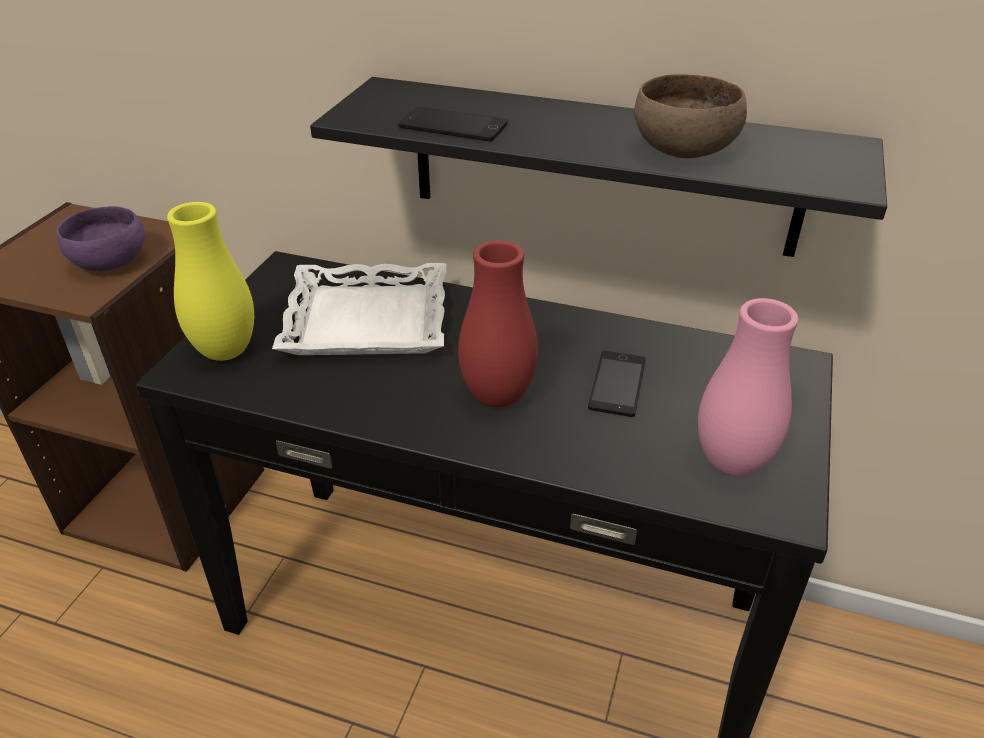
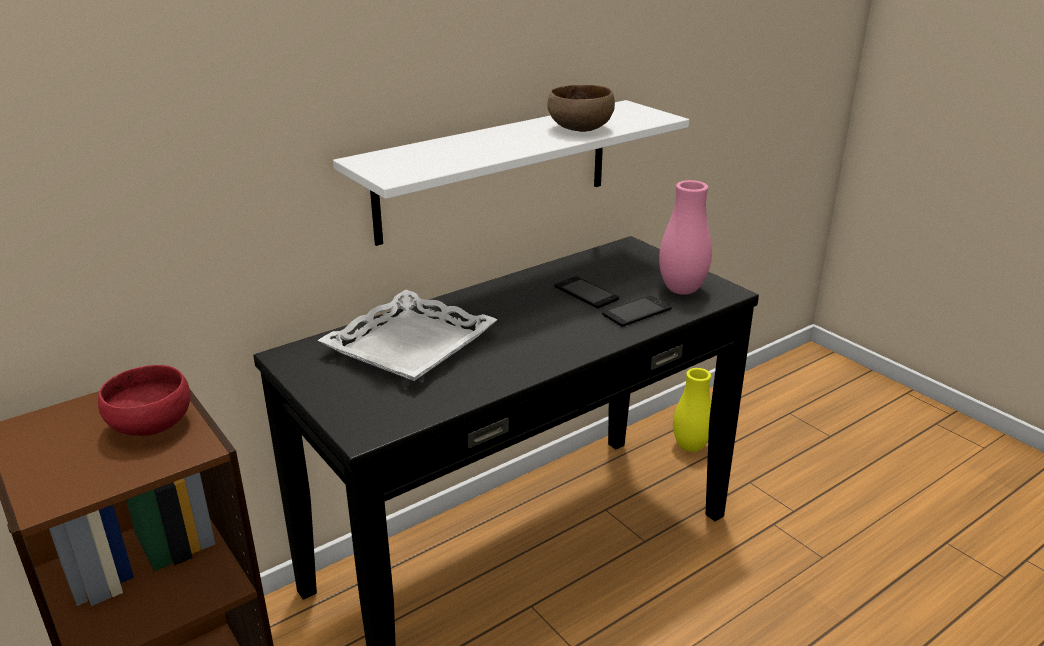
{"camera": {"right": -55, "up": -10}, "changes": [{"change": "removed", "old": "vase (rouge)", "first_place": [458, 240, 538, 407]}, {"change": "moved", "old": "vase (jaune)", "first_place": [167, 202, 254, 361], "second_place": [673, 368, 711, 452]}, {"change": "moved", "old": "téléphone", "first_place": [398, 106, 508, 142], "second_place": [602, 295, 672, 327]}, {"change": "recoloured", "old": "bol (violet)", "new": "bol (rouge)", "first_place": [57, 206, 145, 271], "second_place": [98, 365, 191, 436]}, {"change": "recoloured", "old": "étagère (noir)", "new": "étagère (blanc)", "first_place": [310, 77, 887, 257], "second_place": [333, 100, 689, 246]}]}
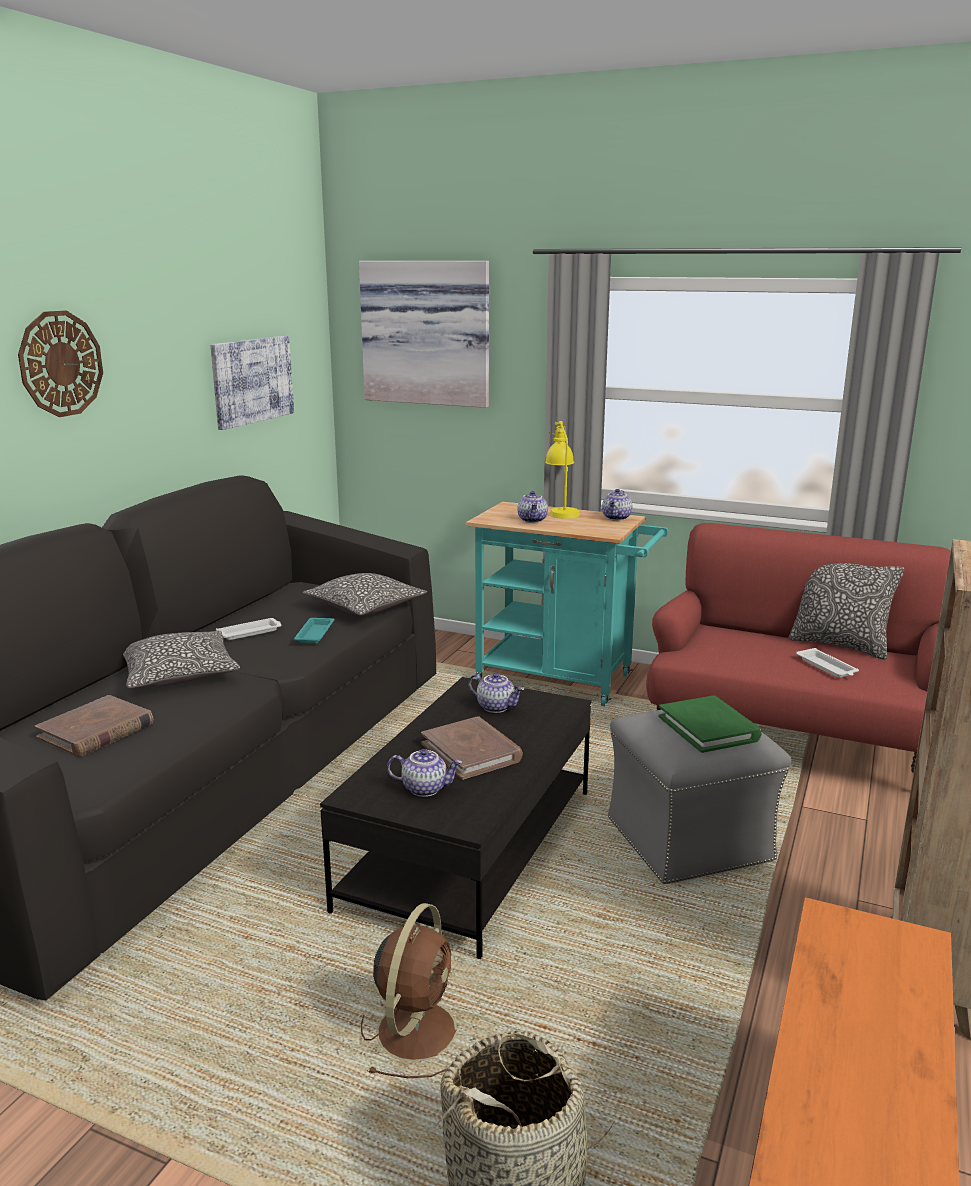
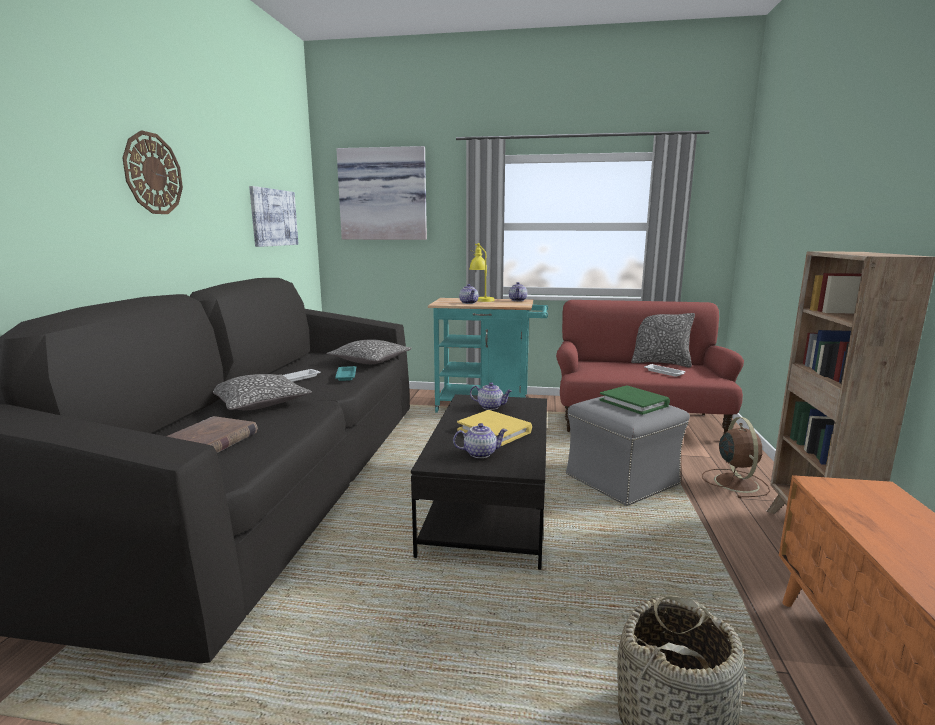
{"camera": {"right": -15, "up": -5}, "changes": [{"change": "moved", "old": "ventilateur (marron)", "first_place": [361, 903, 457, 1078], "second_place": [702, 417, 770, 498]}, {"change": "recoloured", "old": "livre (marron)", "new": "livre (jaune)", "first_place": [421, 716, 523, 780], "second_place": [457, 410, 532, 446]}]}
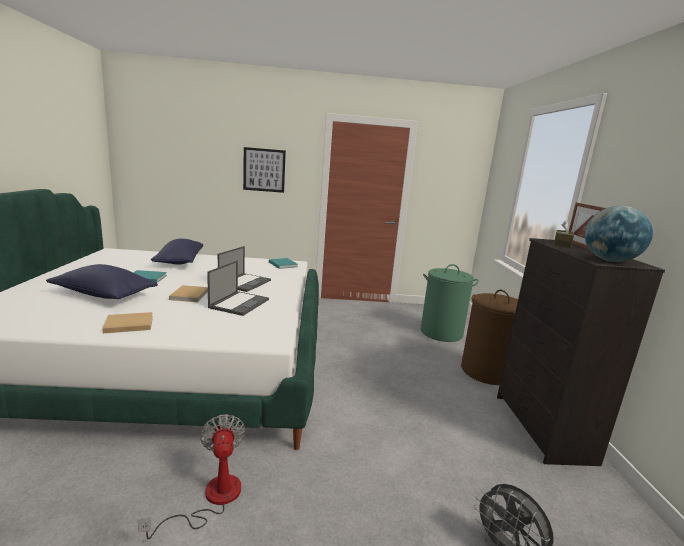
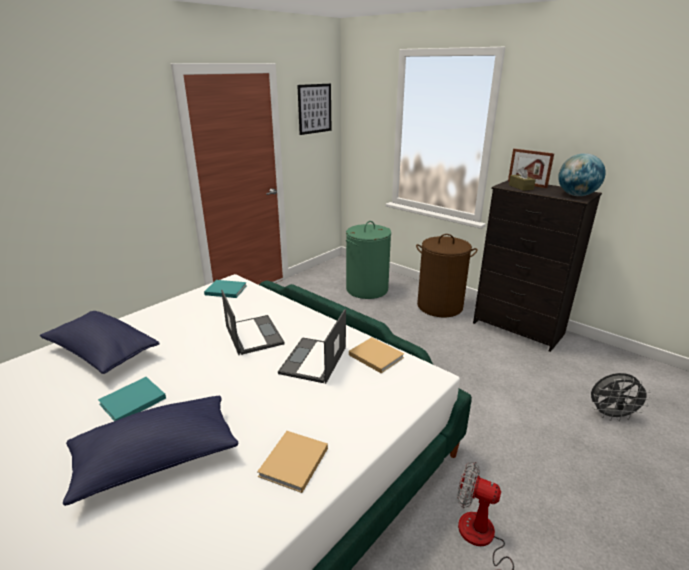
{"camera": {"right": -45, "up": 10}, "changes": [{"change": "moved", "old": "livre (beige)", "first_place": [169, 285, 208, 302], "second_place": [349, 337, 404, 373]}, {"change": "moved", "old": "tableau", "first_place": [243, 147, 286, 193], "second_place": [297, 84, 331, 135]}, {"change": "turned", "old": "ordinateur portable", "first_place": [207, 260, 269, 316], "second_place": [278, 309, 346, 384], "degrees": -135}]}
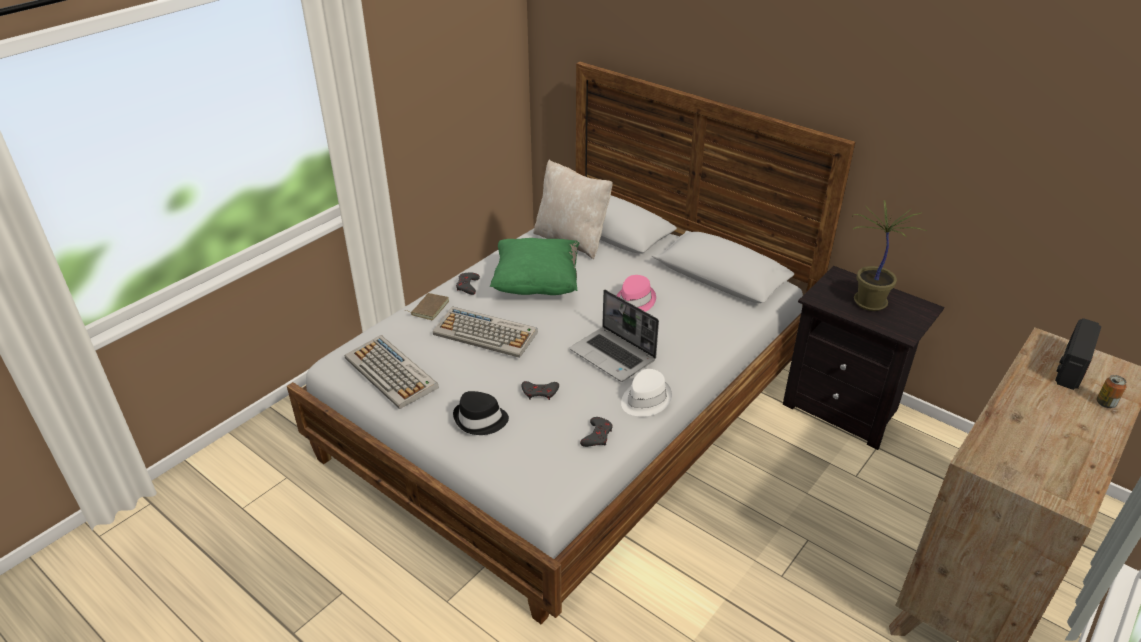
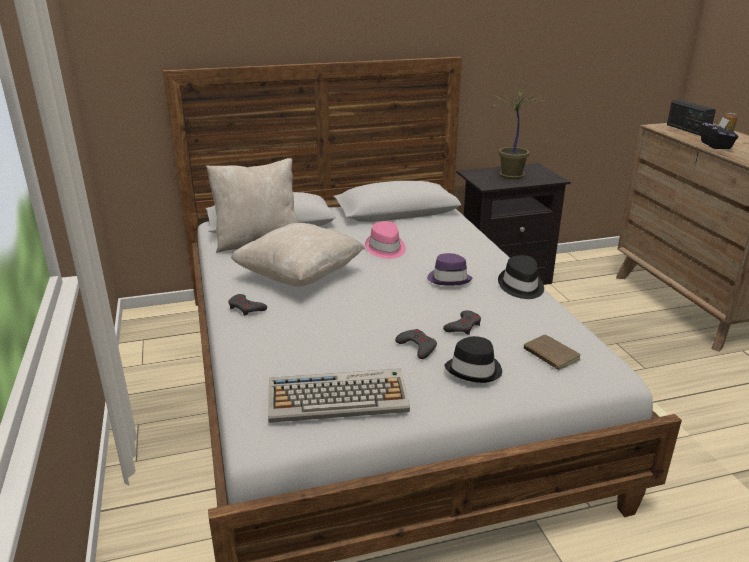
{"camera": {"right": -55, "up": -10}, "changes": [{"change": "removed", "old": "clavier", "first_place": [433, 306, 538, 358]}, {"change": "added", "new": "boîte à mouchoirs (noir)", "second_place": [701, 117, 738, 149]}, {"change": "moved", "old": "livre (marron)", "first_place": [404, 293, 449, 320], "second_place": [524, 334, 581, 370]}, {"change": "moved", "old": "manette (gris)", "first_place": [580, 417, 612, 447], "second_place": [395, 329, 437, 359]}, {"change": "replaced", "old": "ordinateur portable", "new": "chapeau (violet)", "first_place": [570, 289, 659, 382], "second_place": [427, 253, 472, 286]}, {"change": "recoloured", "old": "coussin (vert)", "new": "coussin (beige)", "first_place": [490, 238, 579, 295], "second_place": [231, 223, 365, 287]}, {"change": "recoloured", "old": "chapeau (blanc)", "new": "chapeau (noir)", "first_place": [621, 369, 672, 416], "second_place": [498, 255, 544, 299]}]}
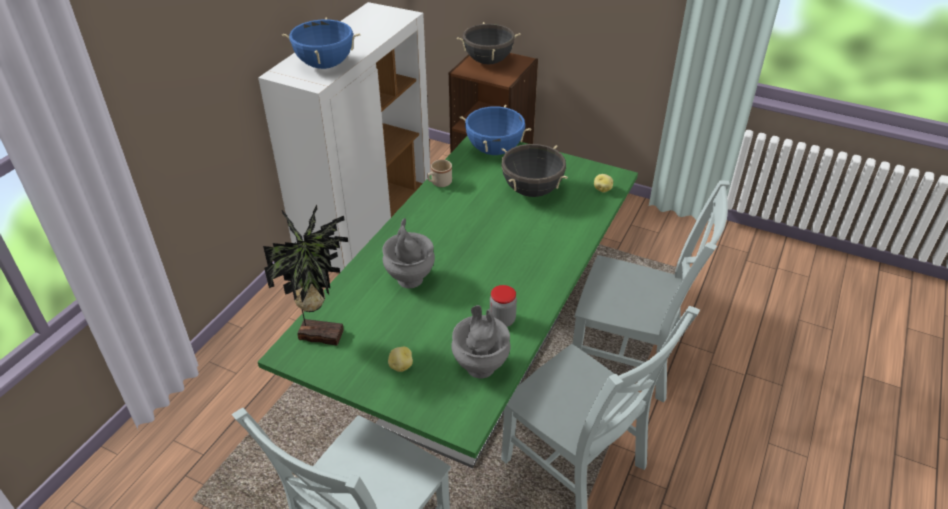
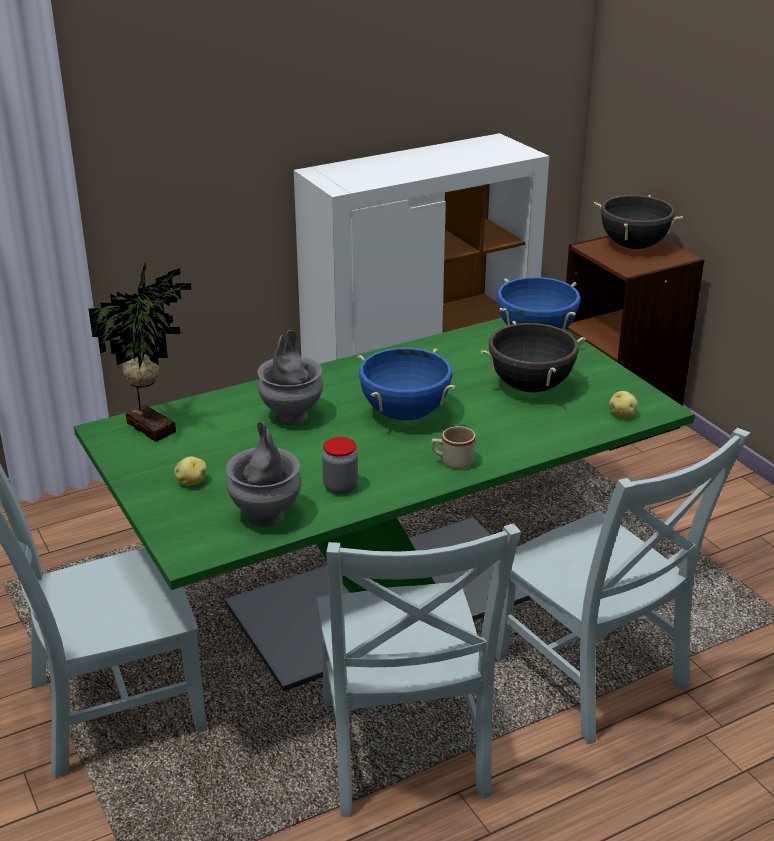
{"camera": {"right": 35, "up": -10}, "changes": [{"change": "moved", "old": "marmite (bleu)", "first_place": [282, 17, 360, 69], "second_place": [357, 348, 456, 420]}, {"change": "moved", "old": "mug (beige)", "first_place": [427, 160, 452, 187], "second_place": [431, 426, 476, 469]}]}
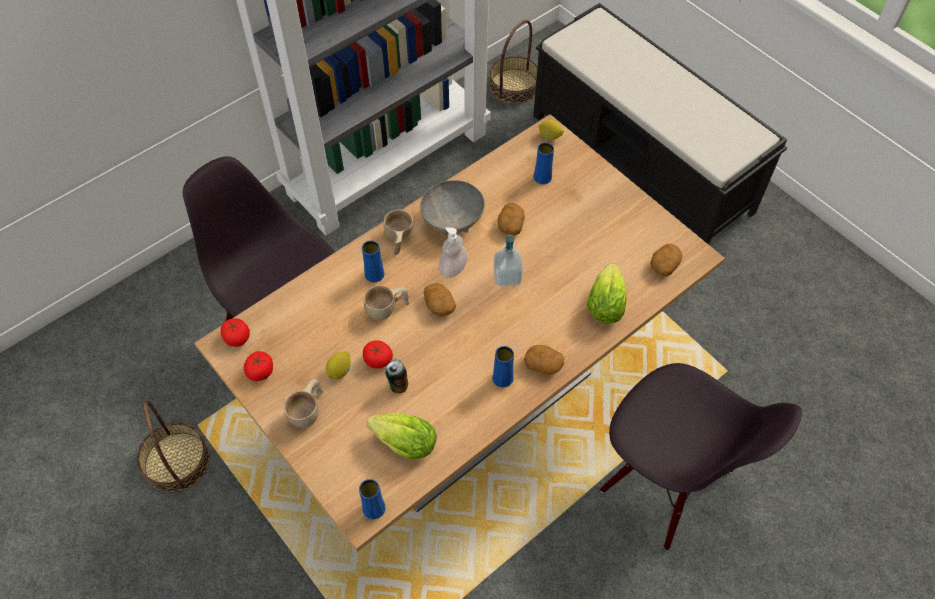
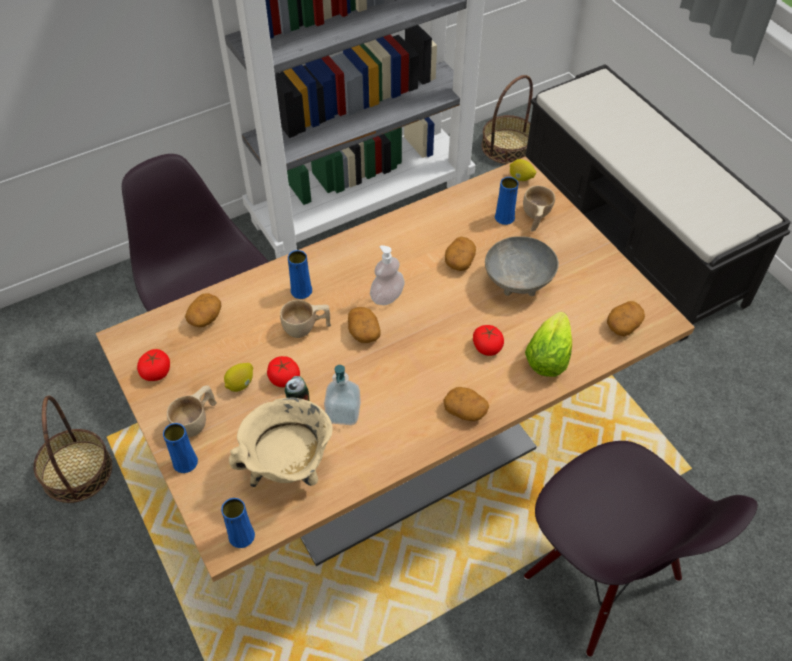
{"camera": {"right": 10, "up": -5}, "changes": [{"change": "added", "new": "pomme de terre", "second_place": [185, 293, 221, 327]}, {"change": "moved", "old": "tomate", "first_place": [221, 318, 250, 347], "second_place": [473, 325, 504, 356]}, {"change": "moved", "old": "tasse (beige)", "first_place": [384, 210, 413, 255], "second_place": [523, 186, 555, 232]}, {"change": "moved", "old": "bol (gris)", "first_place": [420, 180, 485, 235], "second_place": [485, 236, 559, 296]}, {"change": "moved", "old": "vase (bleu)", "first_place": [492, 346, 514, 387], "second_place": [163, 423, 198, 473]}, {"change": "moved", "old": "distributeur de savon", "first_place": [494, 236, 523, 286], "second_place": [324, 365, 361, 425]}, {"change": "replaced", "old": "laitue", "new": "marmite (beige)", "first_place": [366, 413, 437, 460], "second_place": [229, 397, 333, 487]}]}
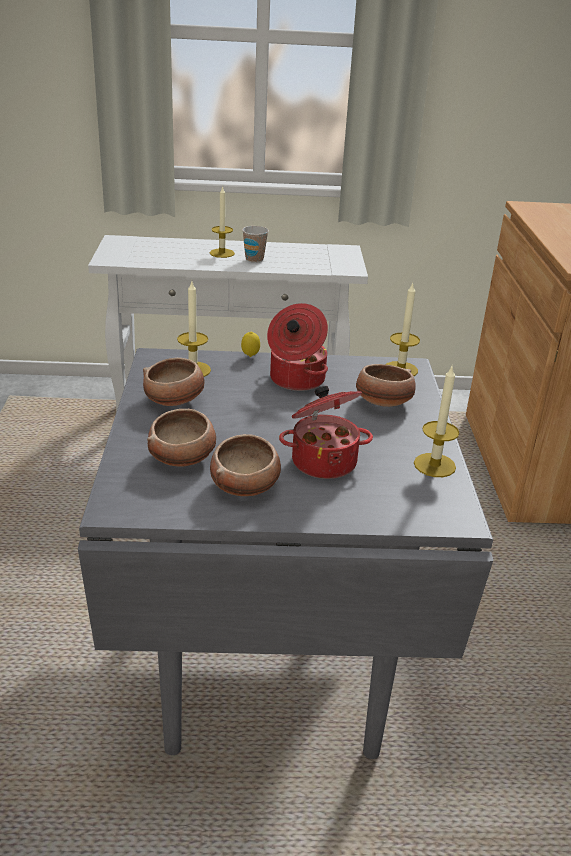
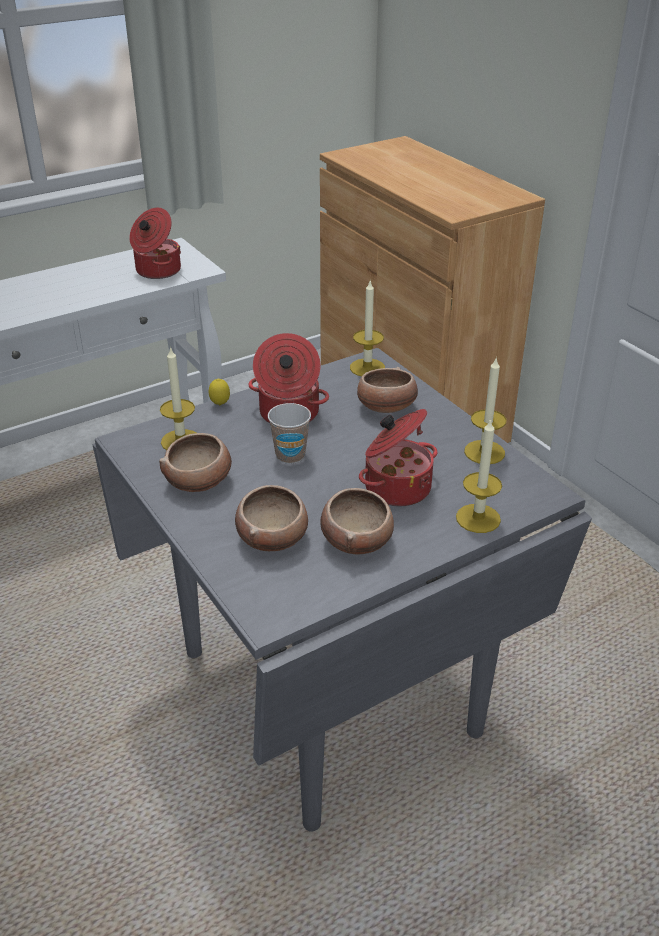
{"camera": {"right": -30, "up": 5}, "changes": [{"change": "added", "new": "marmite", "second_place": [129, 208, 181, 279]}, {"change": "moved", "old": "bougie", "first_place": [210, 185, 235, 258], "second_place": [456, 418, 502, 533]}, {"change": "moved", "old": "tasse", "first_place": [242, 226, 269, 263], "second_place": [268, 403, 311, 464]}]}
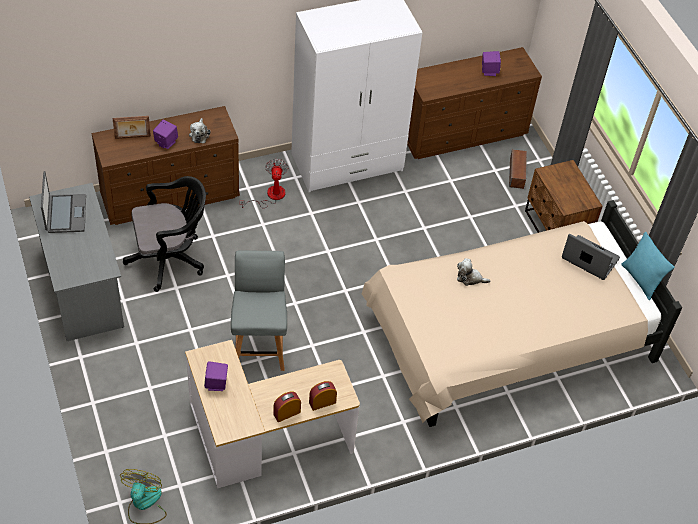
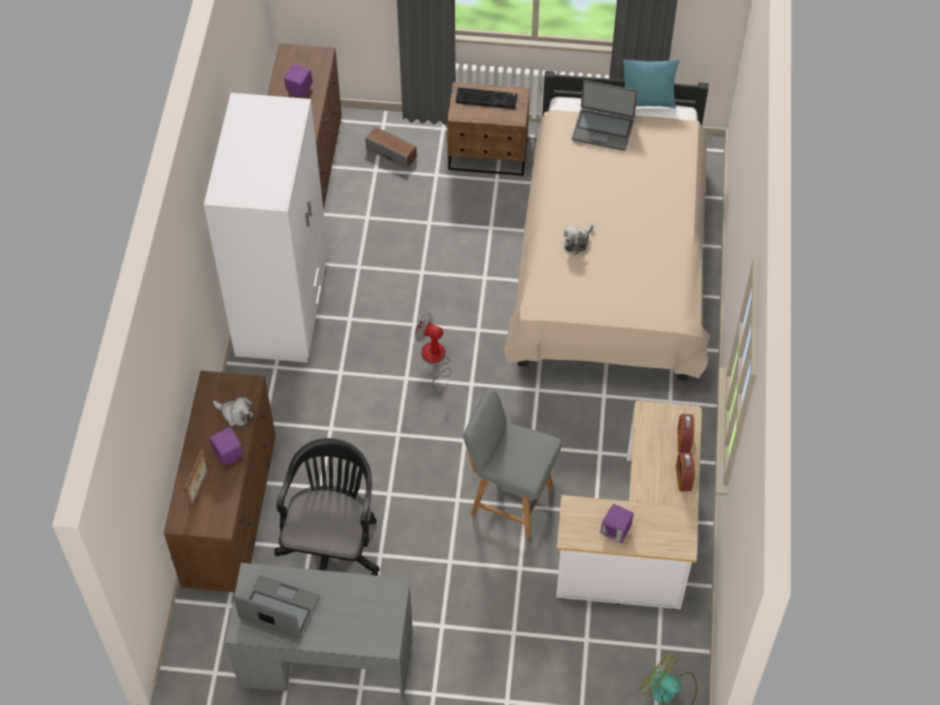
{"camera": {"right": -60, "up": 5}, "changes": [{"change": "added", "new": "clavier", "second_place": [455, 87, 518, 109]}, {"change": "moved", "old": "ventilateur", "first_place": [239, 159, 289, 208], "second_place": [415, 314, 451, 395]}, {"change": "turned", "old": "ordinateur portable", "first_place": [562, 234, 620, 280], "second_place": [572, 80, 638, 151], "degrees": -135}]}
